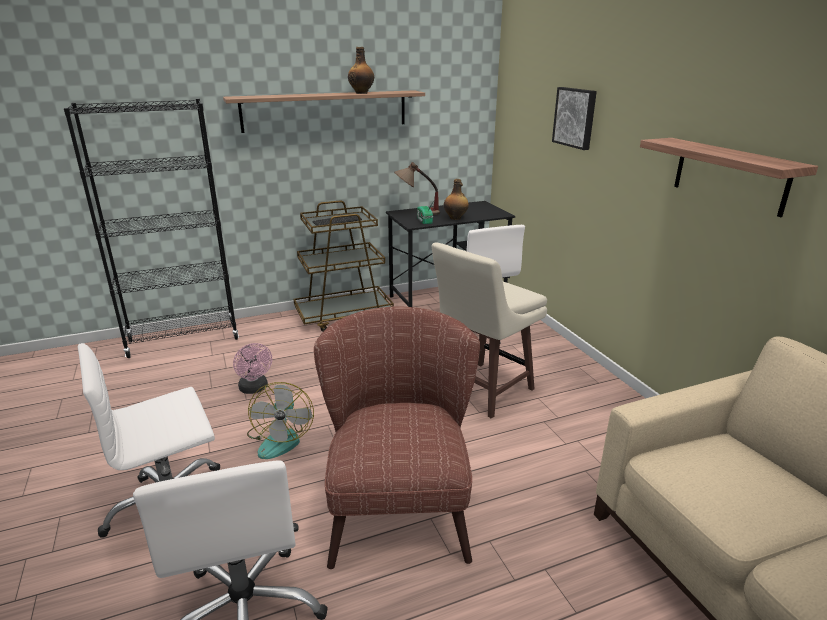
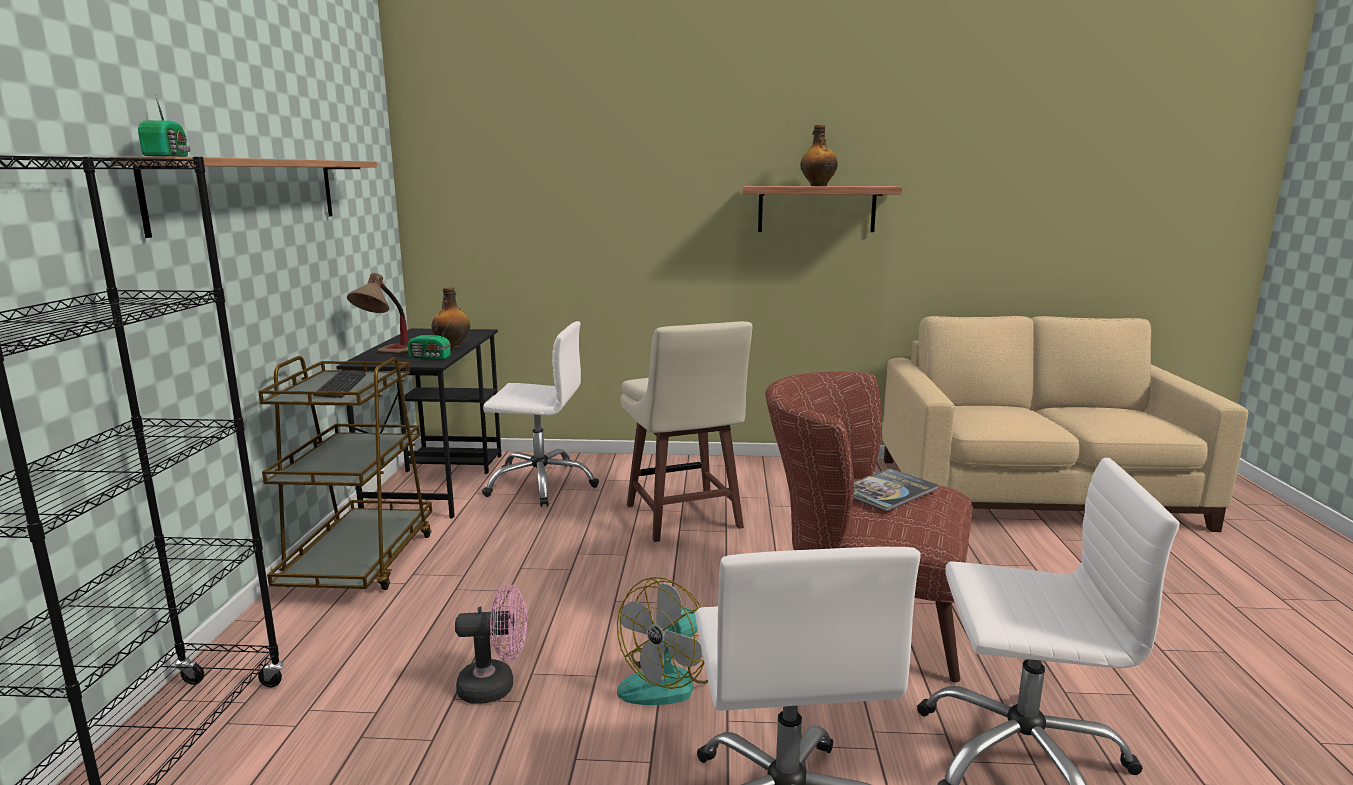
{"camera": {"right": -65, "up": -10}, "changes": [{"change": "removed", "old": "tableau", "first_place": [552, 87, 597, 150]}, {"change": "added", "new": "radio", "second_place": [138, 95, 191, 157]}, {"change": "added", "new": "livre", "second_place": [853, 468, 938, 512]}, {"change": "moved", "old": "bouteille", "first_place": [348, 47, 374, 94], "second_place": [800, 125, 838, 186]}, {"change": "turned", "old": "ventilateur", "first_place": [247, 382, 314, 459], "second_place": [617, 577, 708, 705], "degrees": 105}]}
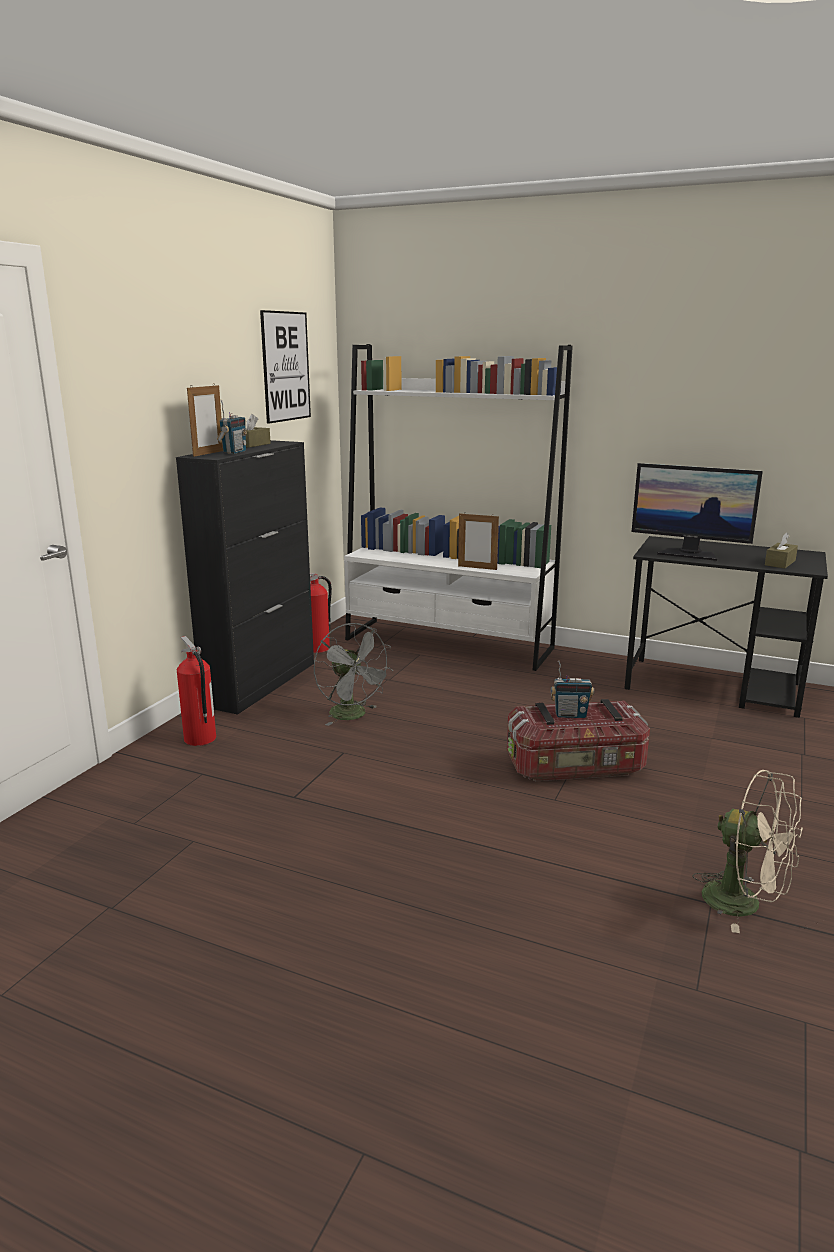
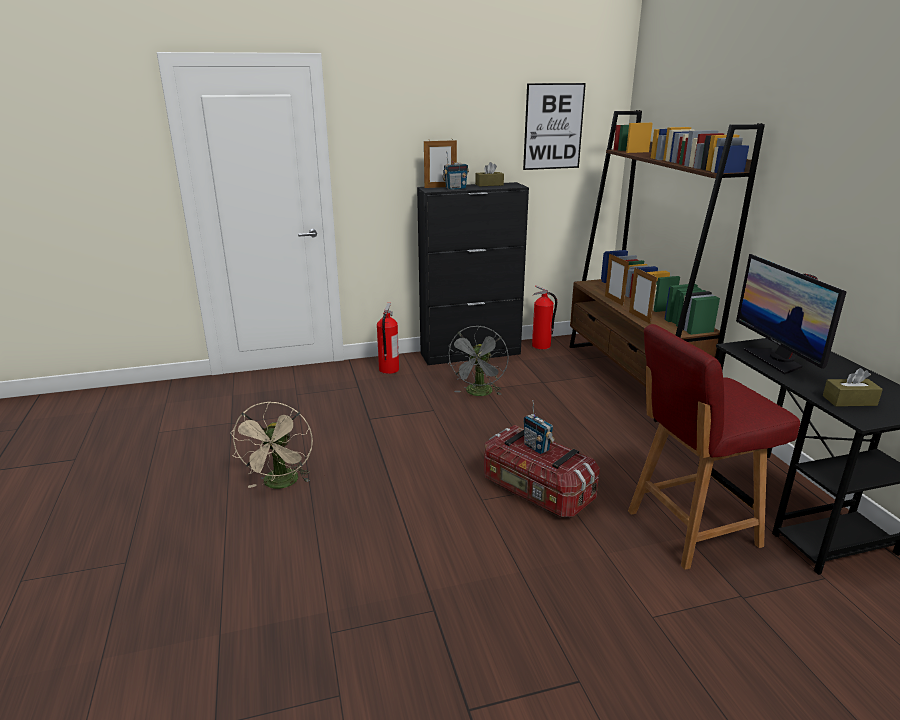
{"camera": {"right": 50, "up": 5}, "changes": [{"change": "added", "new": "cadre photo", "second_place": [605, 254, 629, 306]}, {"change": "added", "new": "chaise (rouge)", "second_place": [628, 324, 800, 570]}, {"change": "moved", "old": "ventilateur (beige)", "first_place": [692, 770, 803, 933], "second_place": [231, 401, 313, 489]}, {"change": "recoloured", "old": "bibliothèque (blanc)", "new": "bibliothèque (marron)", "first_place": [344, 344, 573, 671], "second_place": [570, 110, 765, 422]}]}
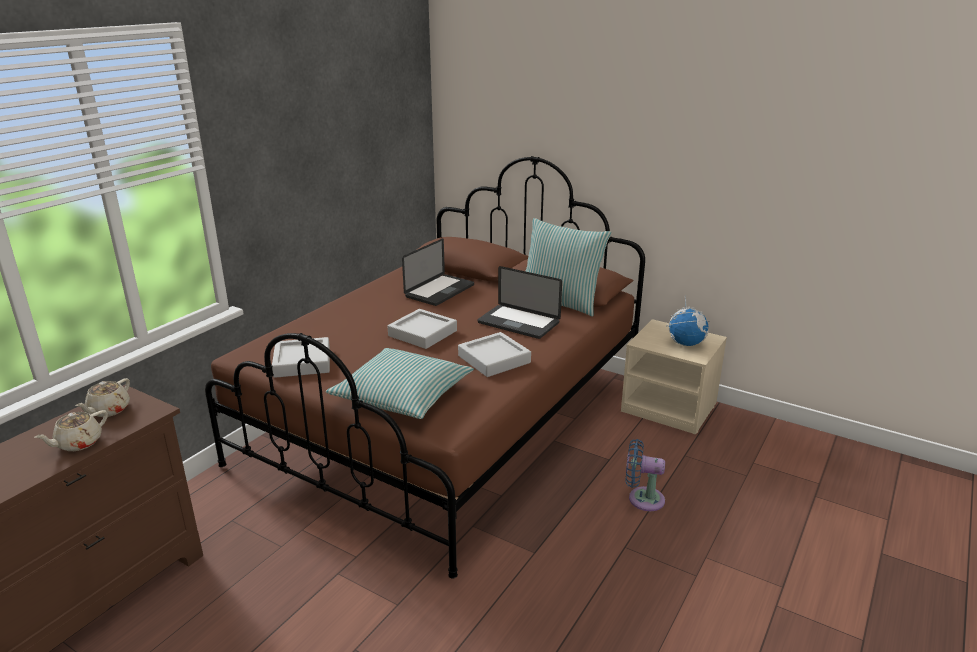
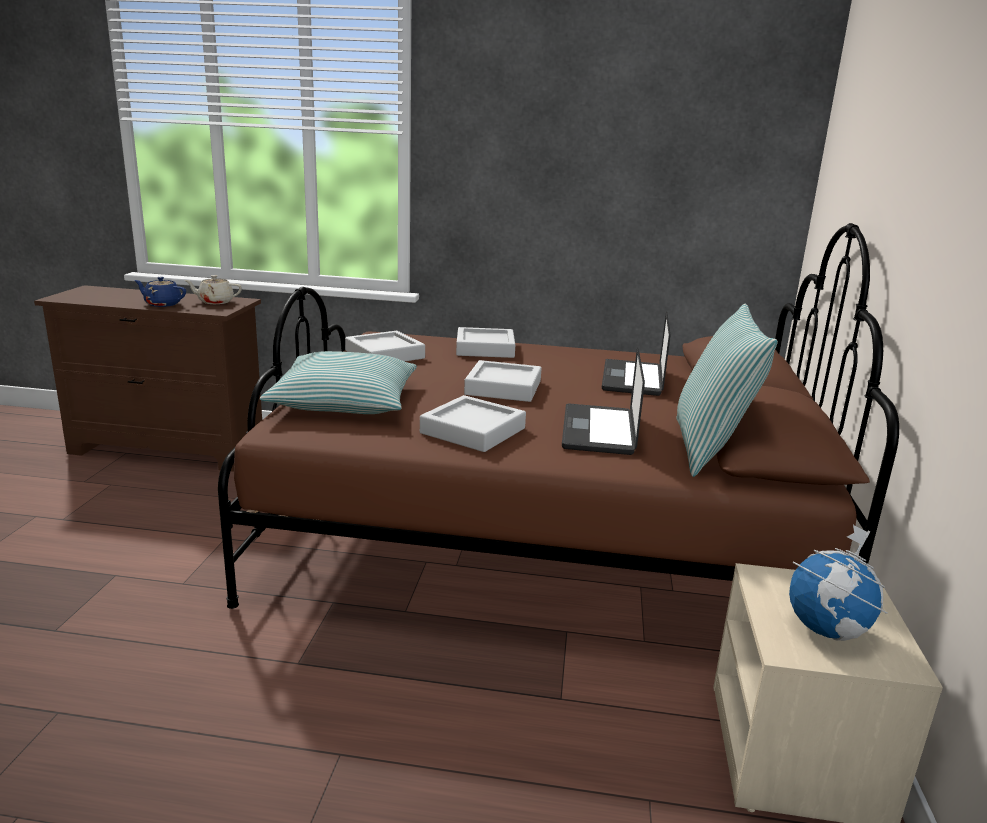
{"camera": {"right": 65, "up": -5}, "changes": [{"change": "removed", "old": "ventilateur (bleu)", "first_place": [625, 439, 665, 511]}, {"change": "added", "new": "plateau (gris)", "second_place": [456, 327, 515, 358]}, {"change": "recoloured", "old": "théière (beige)", "new": "théière (bleu)", "first_place": [34, 410, 108, 451], "second_place": [134, 277, 186, 307]}, {"change": "turned", "old": "ordinateur portable", "first_place": [402, 239, 474, 306], "second_place": [602, 312, 670, 396], "degrees": 90}]}
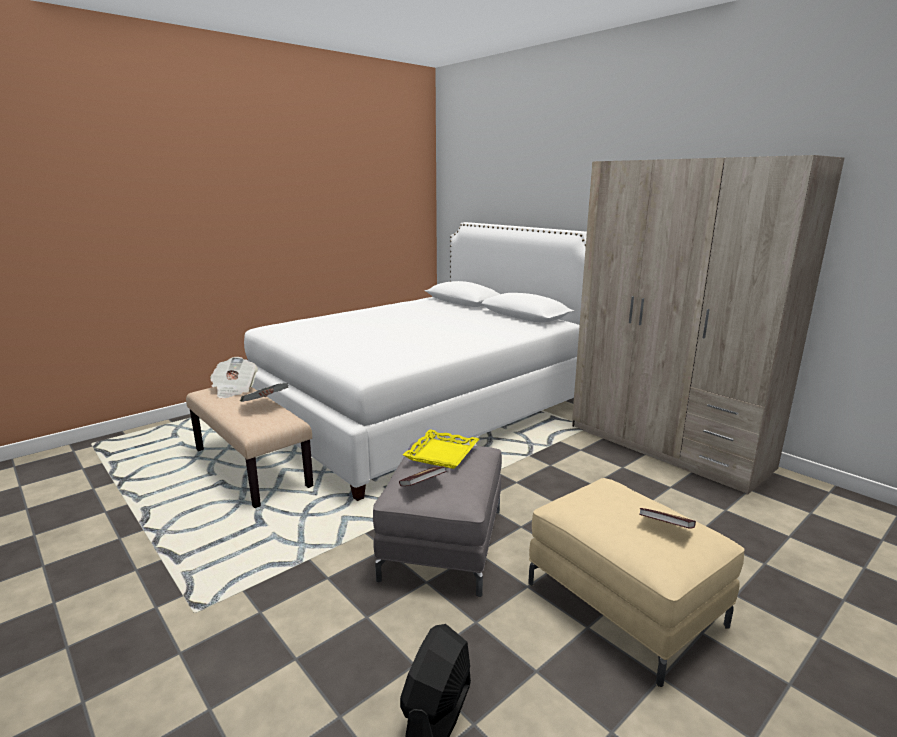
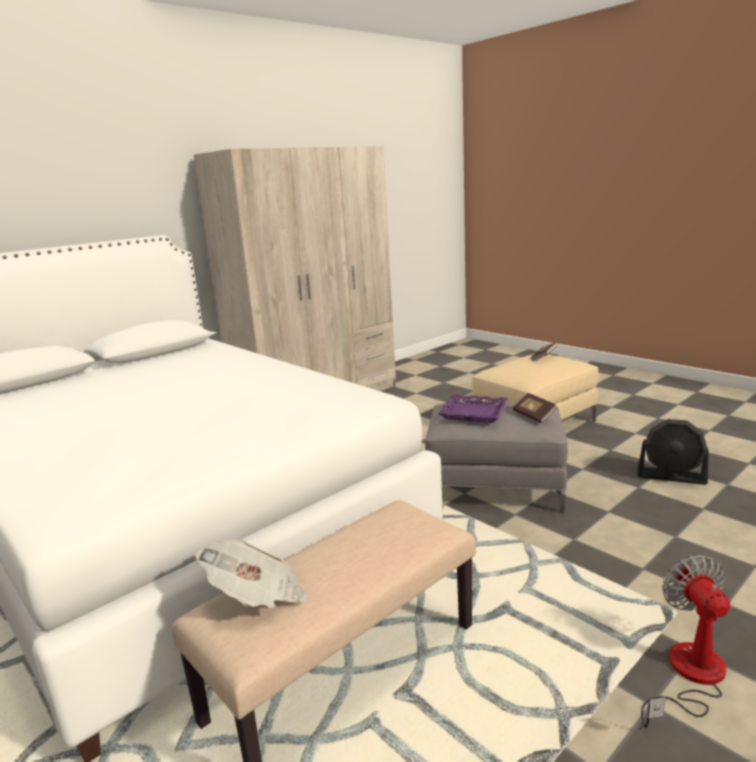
{"camera": {"right": -90, "up": 0}, "changes": [{"change": "removed", "old": "journal", "first_place": [240, 383, 289, 402]}, {"change": "added", "new": "ventilateur", "second_place": [641, 555, 730, 728]}, {"change": "recoloured", "old": "plateau (jaune)", "new": "plateau (violet)", "first_place": [403, 429, 479, 469], "second_place": [438, 394, 508, 423]}]}
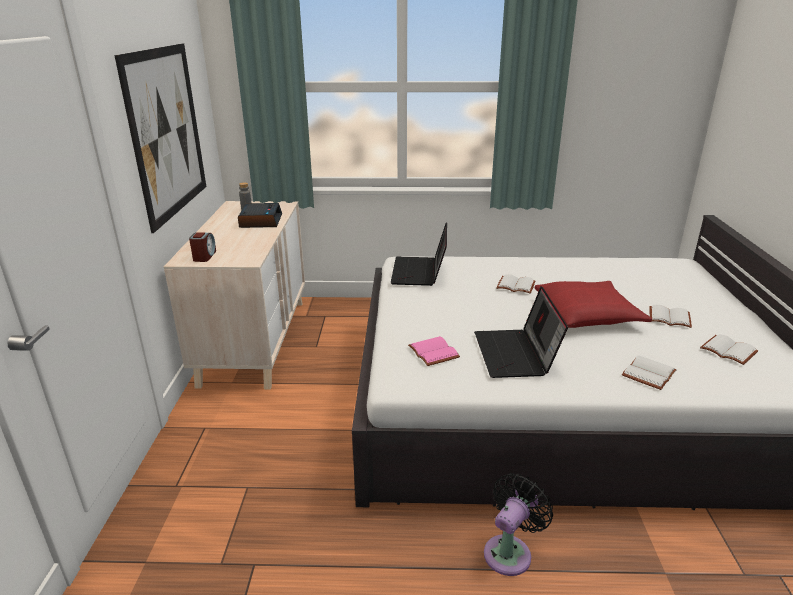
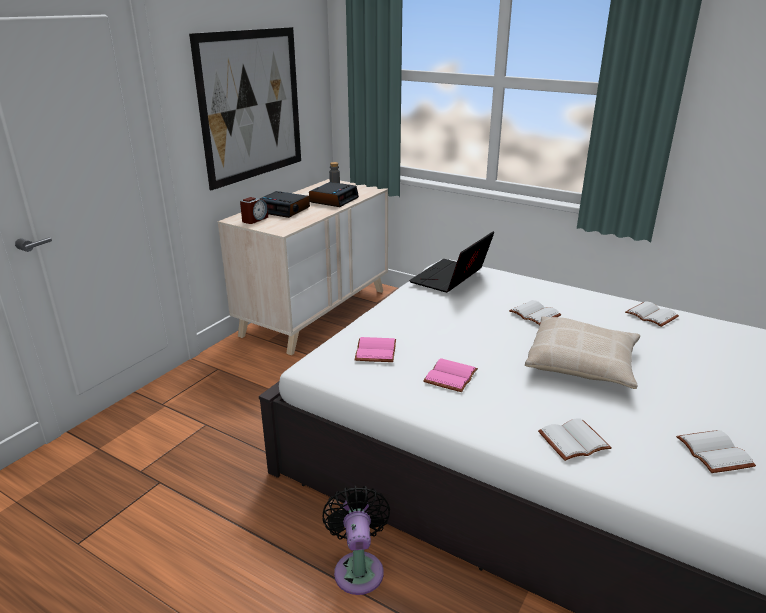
{"camera": {"right": 30, "up": 0}, "changes": [{"change": "added", "new": "réveil", "second_place": [259, 191, 310, 218]}, {"change": "moved", "old": "livre (blanc)", "first_place": [650, 305, 692, 328], "second_place": [625, 301, 679, 327]}, {"change": "replaced", "old": "ordinateur portable", "new": "livre (rose)", "first_place": [474, 286, 568, 378], "second_place": [423, 358, 478, 392]}, {"change": "recoloured", "old": "coussin (rouge)", "new": "coussin (beige)", "first_place": [535, 281, 652, 328], "second_place": [525, 316, 640, 389]}, {"change": "turned", "old": "ventilateur (noir)", "first_place": [484, 473, 553, 576], "second_place": [322, 486, 390, 595], "degrees": -75}]}
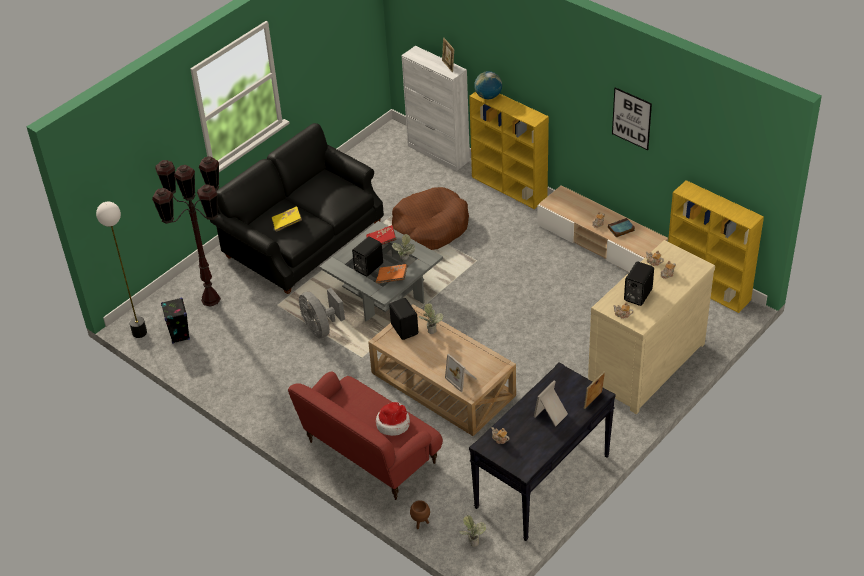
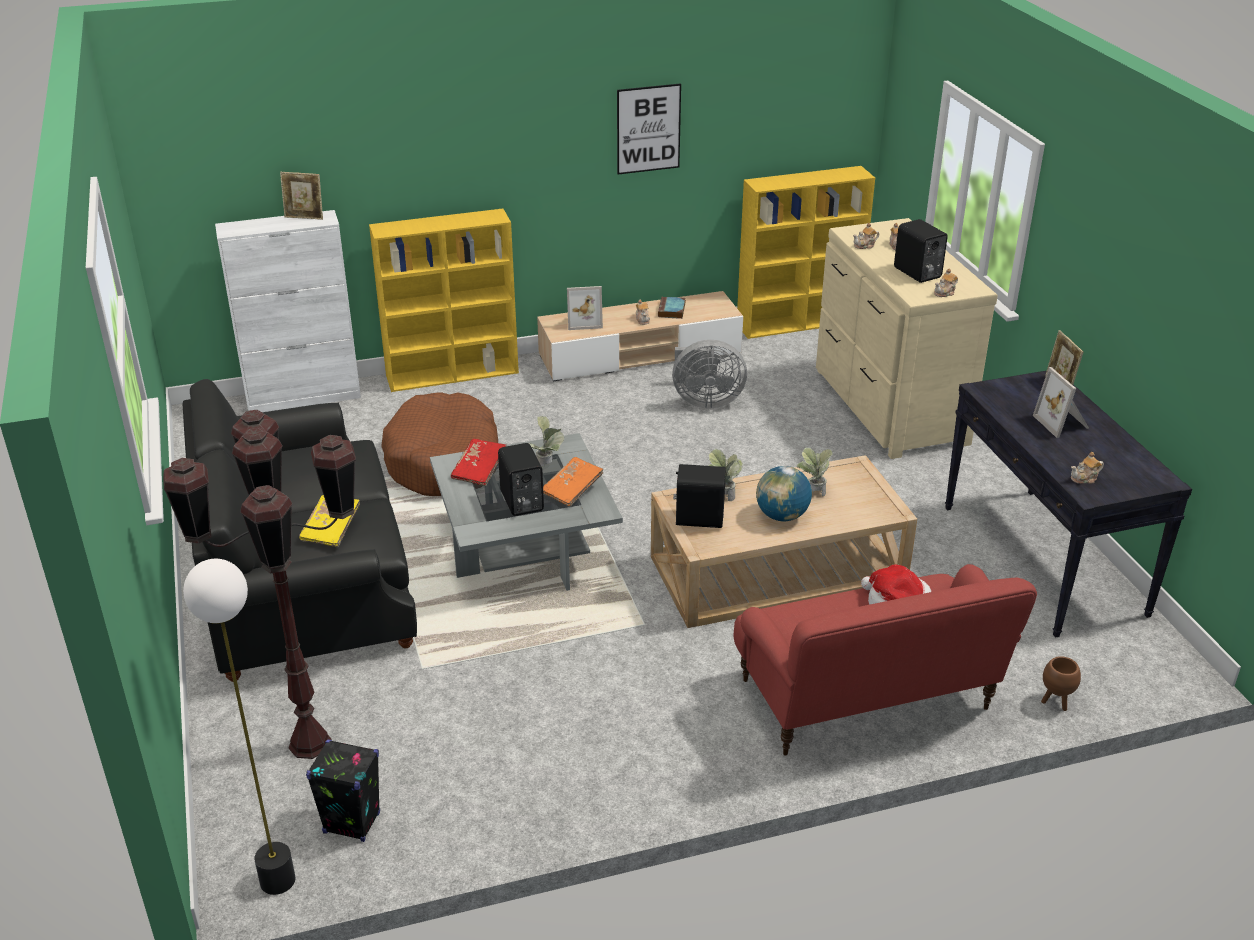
{"camera": {"right": -60, "up": -10}, "changes": [{"change": "moved", "old": "ventilateur (gris)", "first_place": [299, 288, 345, 339], "second_place": [672, 340, 747, 409]}, {"change": "moved", "old": "cadre photo", "first_place": [445, 354, 477, 392], "second_place": [567, 286, 603, 330]}, {"change": "moved", "old": "plante en pot", "first_place": [459, 515, 486, 547], "second_place": [797, 447, 833, 497]}, {"change": "moved", "old": "globe", "first_place": [474, 71, 502, 99], "second_place": [756, 466, 812, 521]}]}
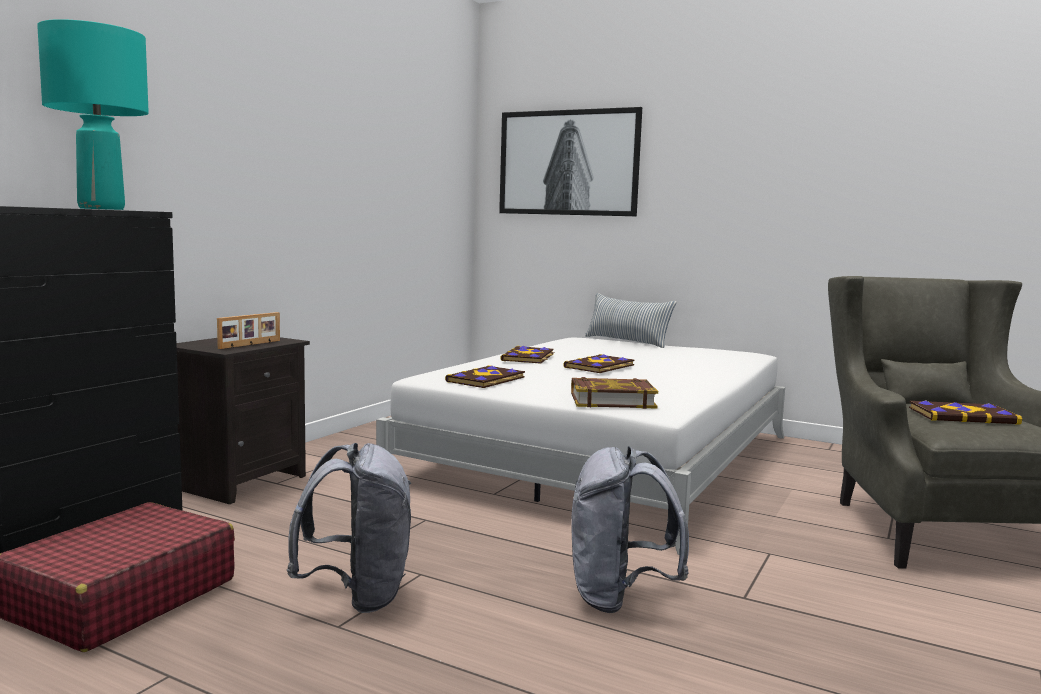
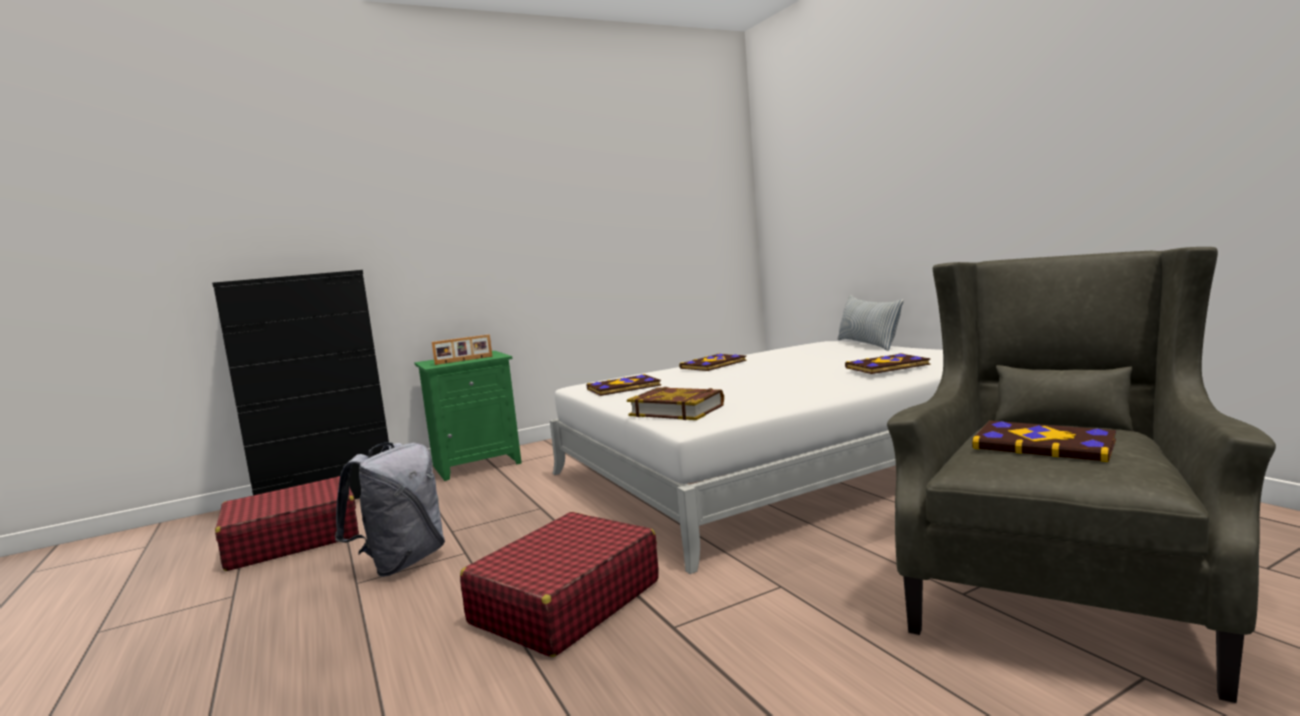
{"camera": {"right": 35, "up": 0}, "changes": [{"change": "removed", "old": "lampe de table (turquoise)", "first_place": [37, 19, 149, 210]}, {"change": "removed", "old": "tableau", "first_place": [499, 107, 642, 216]}, {"change": "moved", "old": "livre", "first_place": [564, 354, 634, 373], "second_place": [845, 353, 930, 374]}, {"change": "replaced", "old": "sac à dos (gris)", "new": "valise (rouge)", "first_place": [571, 446, 689, 613], "second_place": [460, 512, 659, 657]}, {"change": "recoloured", "old": "table de chevet (noir)", "new": "table de chevet (vert)", "first_place": [176, 337, 310, 504], "second_place": [414, 351, 522, 481]}]}
